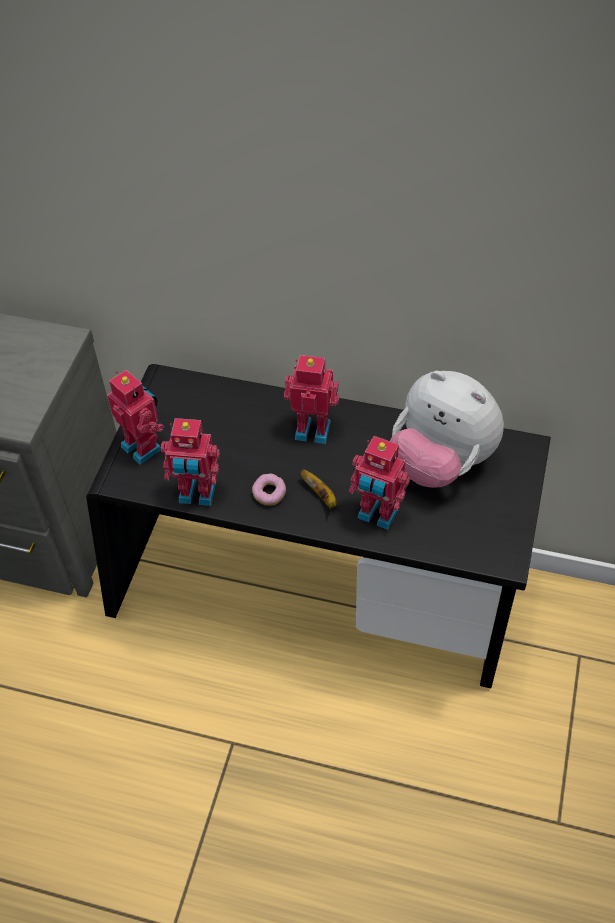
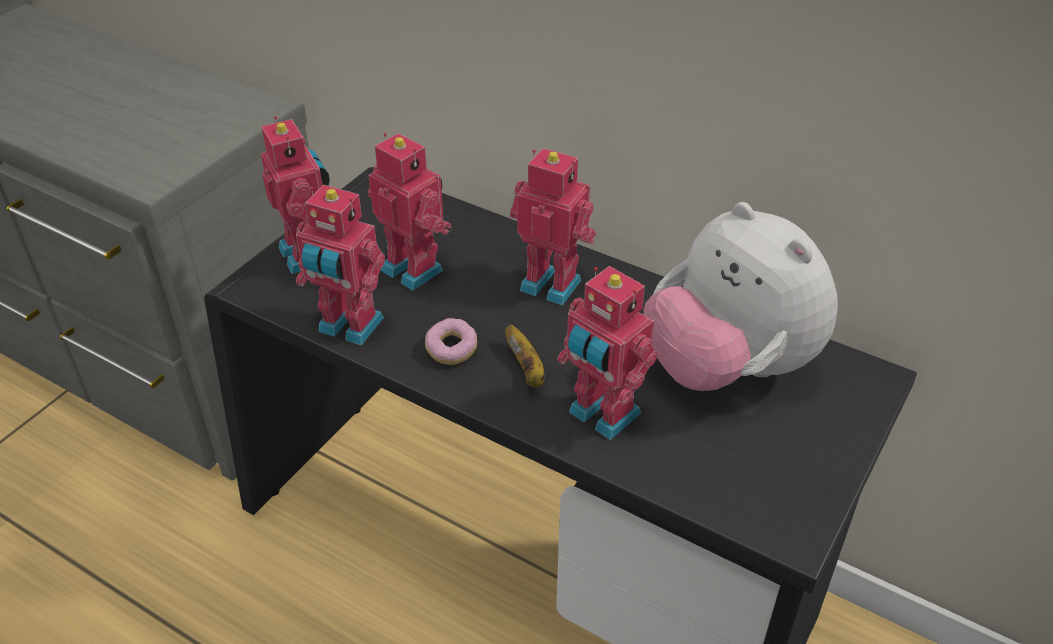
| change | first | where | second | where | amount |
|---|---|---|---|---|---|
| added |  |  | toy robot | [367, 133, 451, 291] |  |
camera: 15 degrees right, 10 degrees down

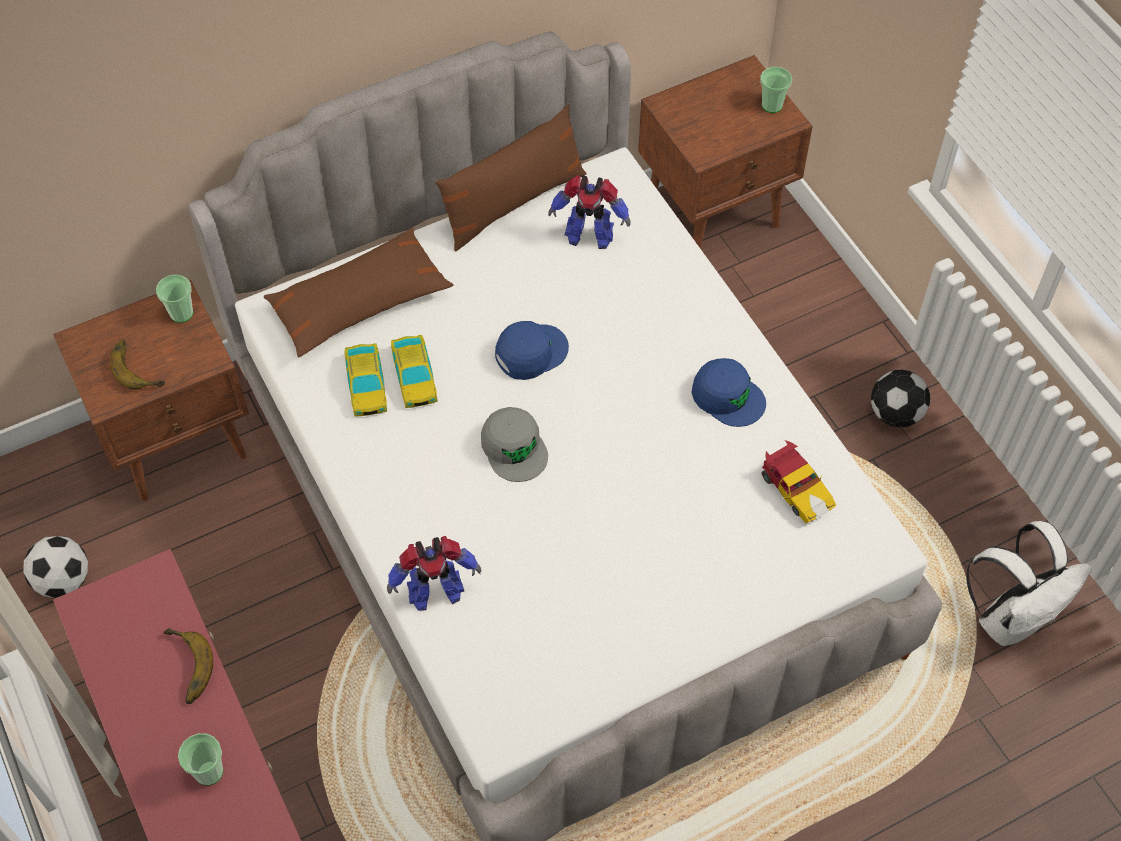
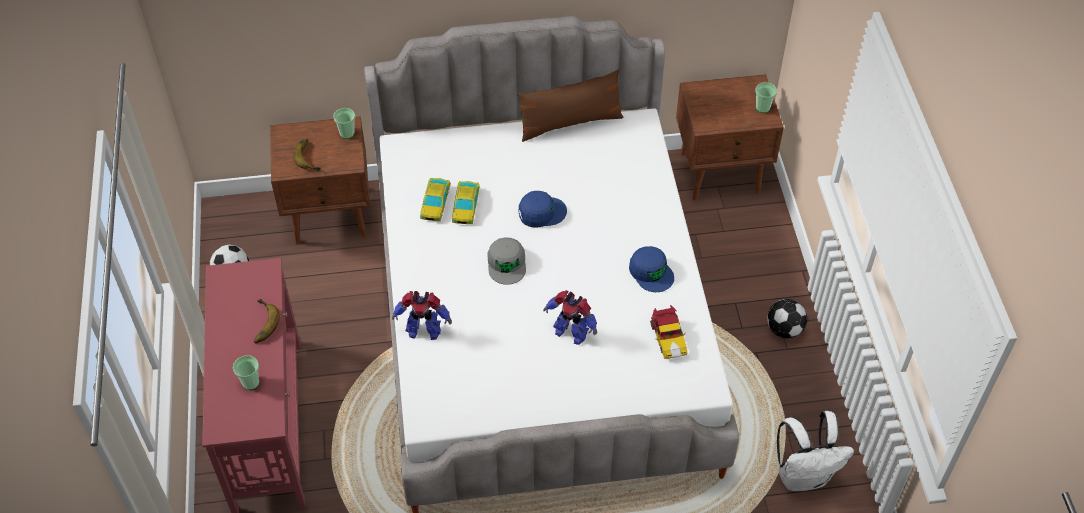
| change | first | where | second | where | amount |
|---|---|---|---|---|---|
| removed | brown pillow | [264, 228, 454, 358] |  |  |  |
| moved | toy robot | [548, 175, 631, 249] |  | [543, 290, 597, 345] |  |
camera: 20 degrees right, 5 degrees down

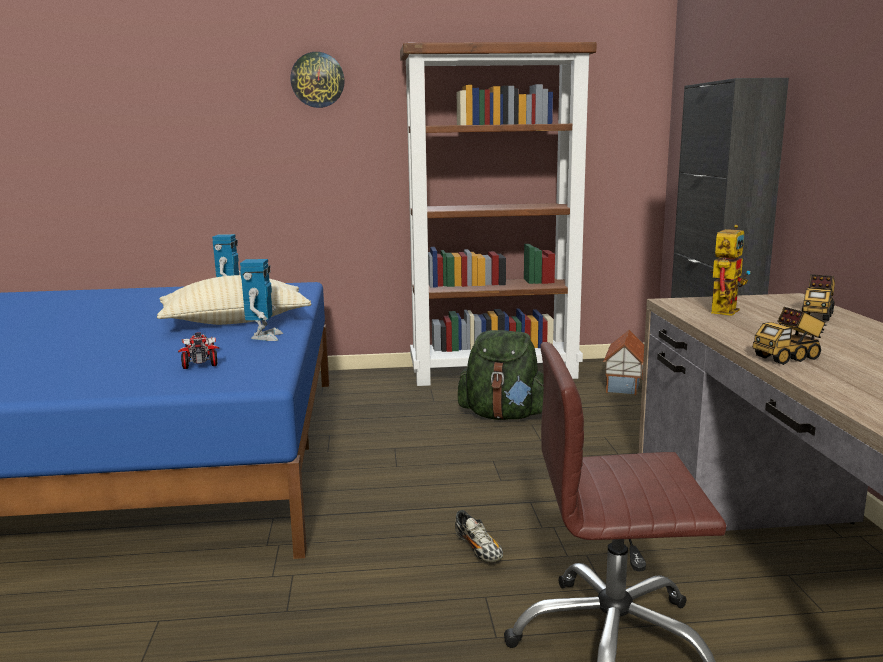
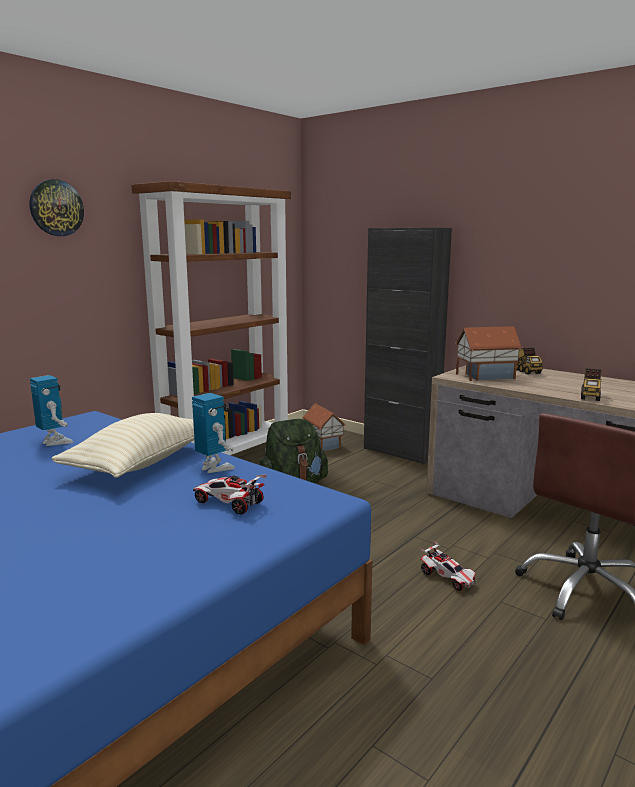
| change | first | where | second | where | amount |
|---|---|---|---|---|---|
| replaced | shoe | [455, 510, 503, 562] | toy car | [420, 541, 477, 591] |  |
| replaced | toy robot | [711, 225, 751, 316] | toy house | [455, 326, 522, 381] |  |
camera: 45 degrees left, 0 degrees up

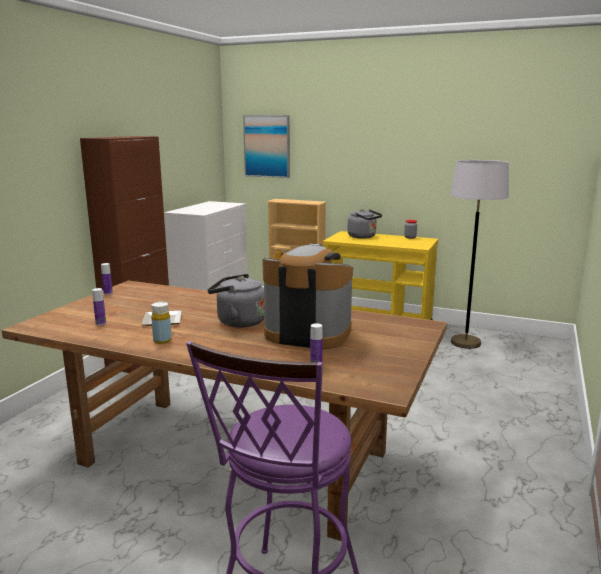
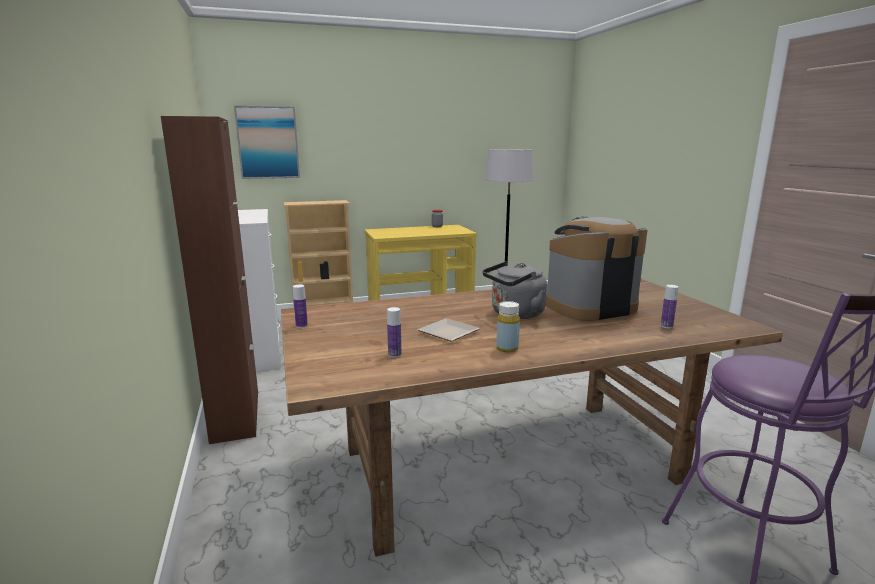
| change | first | where | second | where | amount |
|---|---|---|---|---|---|
| removed | grey kettle | [348, 209, 382, 239] |  |  |  |
camera: 40 degrees left, 0 degrees up

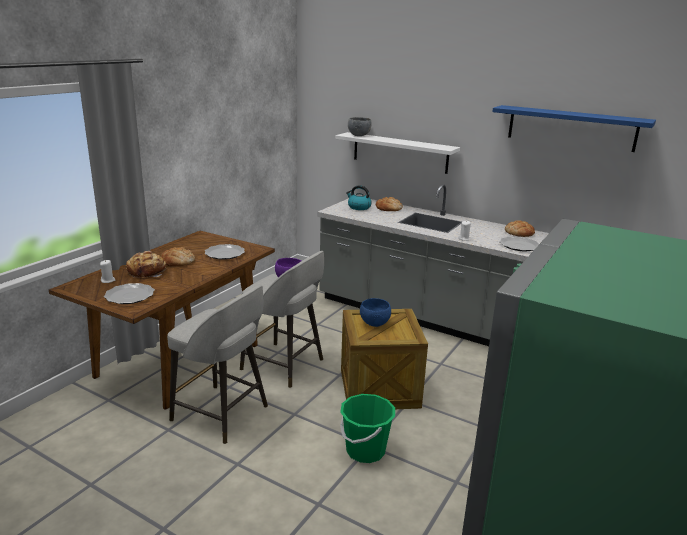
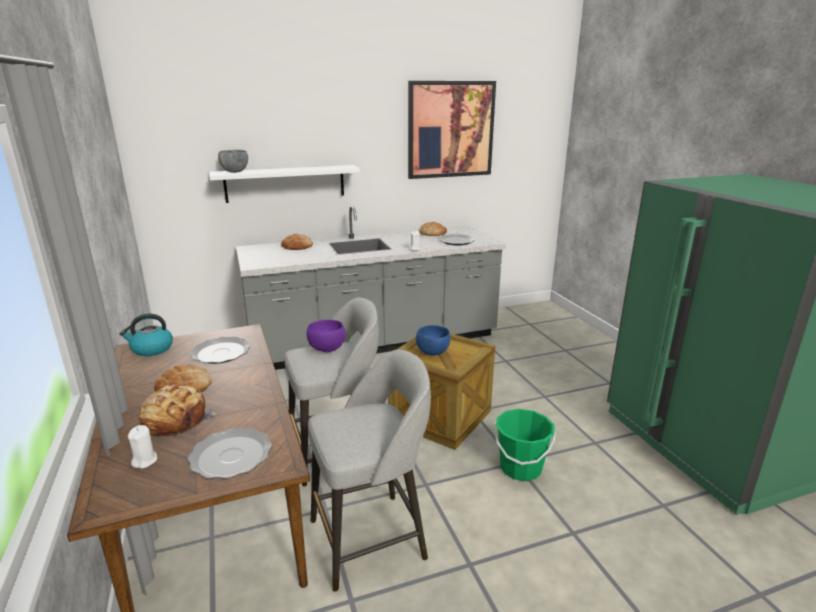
| change | first | where | second | where | amount |
|---|---|---|---|---|---|
| moved | kettle | [346, 185, 372, 210] |  | [119, 314, 173, 356] |  |
| replaced | blue shelf | [492, 105, 656, 152] | picture | [408, 81, 496, 179] |  |
camera: 50 degrees left, 0 degrees up

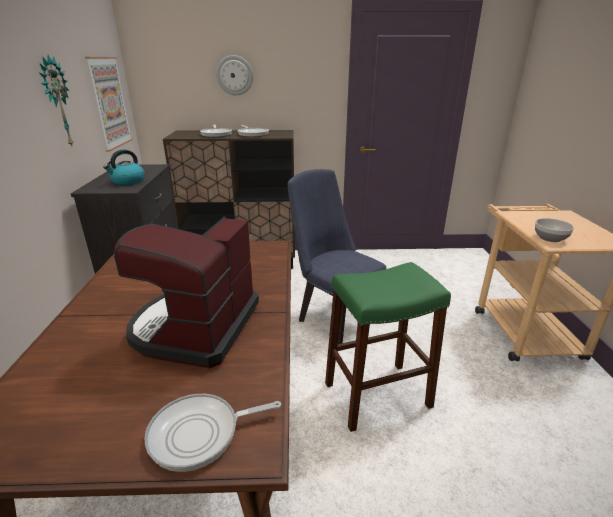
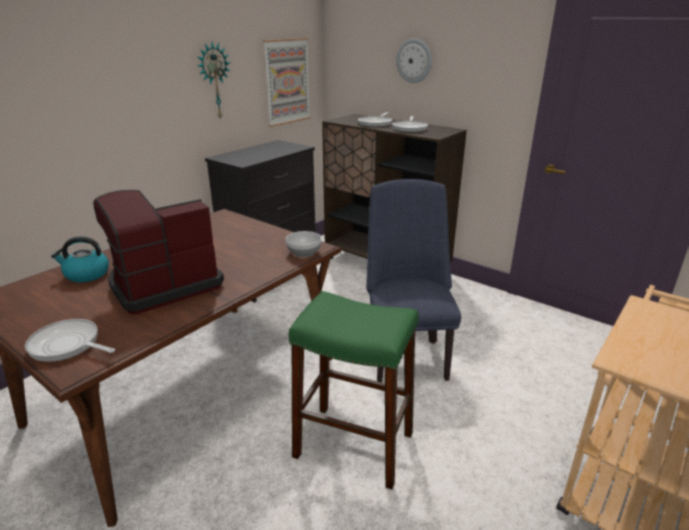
| change | first | where | second | where | amount |
|---|---|---|---|---|---|
| moved | kettle | [103, 150, 145, 185] |  | [51, 236, 109, 283] |  |
| moved | bowl | [535, 218, 574, 242] |  | [286, 231, 321, 257] |  |
camera: 40 degrees right, 0 degrees up

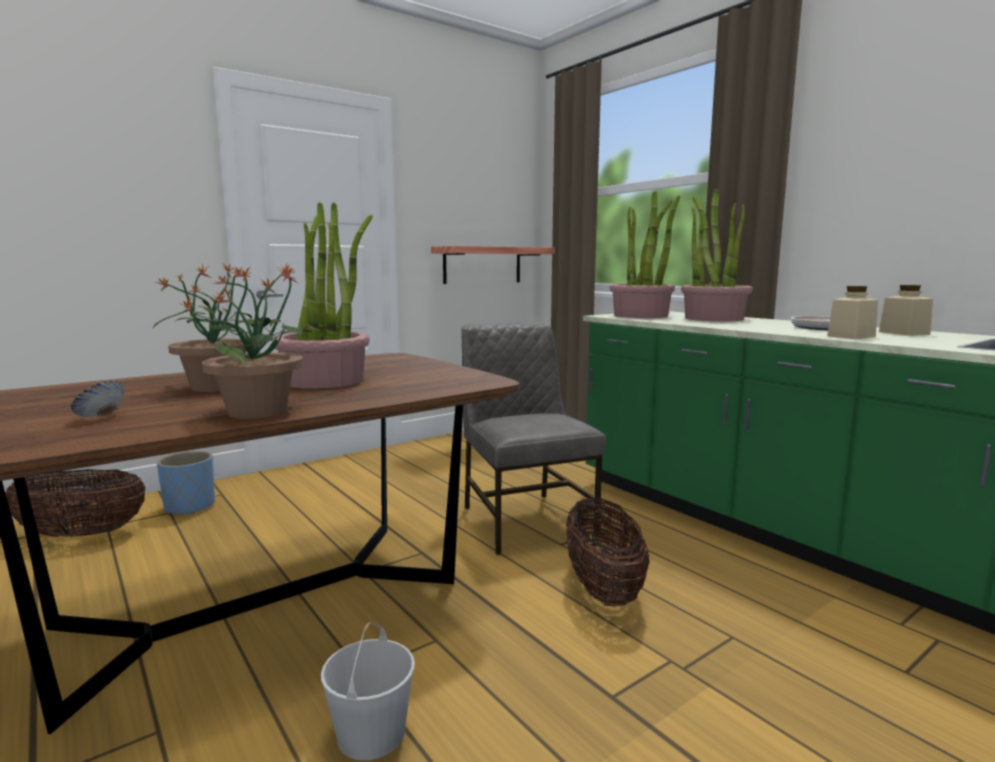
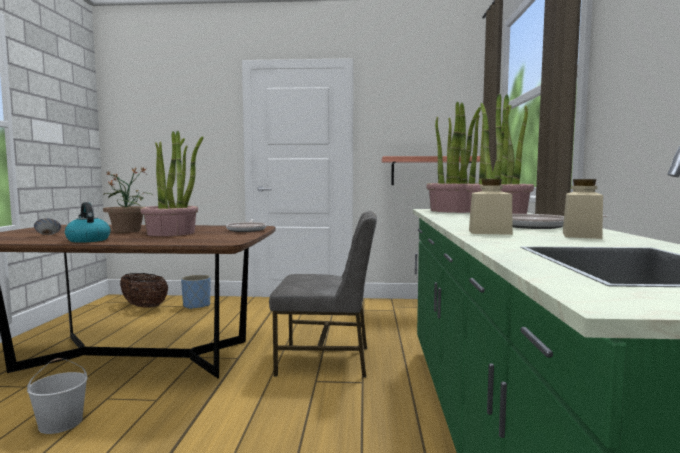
| change | first | where | second | where | amount |
|---|---|---|---|---|---|
| replaced | potted plant | [177, 263, 314, 419] | kettle | [65, 202, 111, 243] |  |
| turned | grey chair | [462, 323, 606, 555] |  | [269, 211, 377, 377] | 75 degrees clockwise |
| removed | basket | [566, 498, 650, 606] |  |  |  |
| added |  |  | frying pan | [226, 219, 267, 232] |  |
camera: 40 degrees right, 5 degrees down

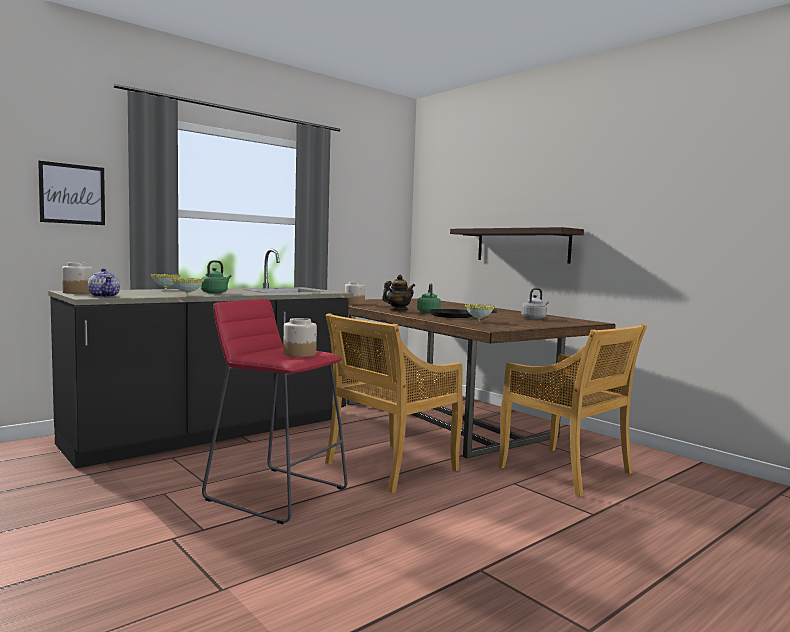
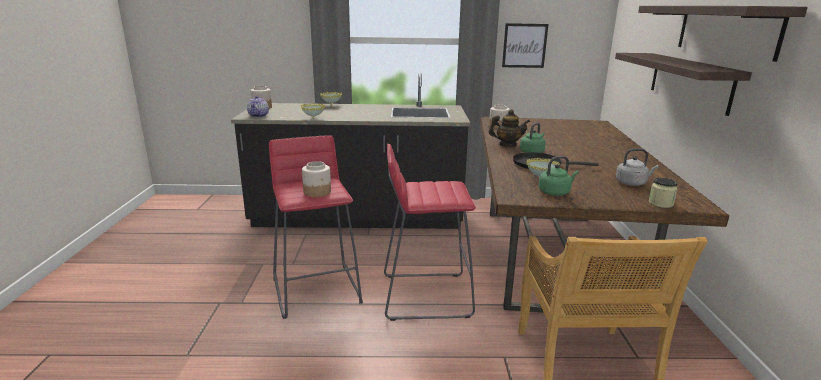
| change | first | where | second | where | amount |
|---|---|---|---|---|---|
| moved | picture | [38, 161, 105, 225] |  | [502, 23, 549, 68] |  |
| moved | green kettle | [201, 260, 231, 294] |  | [538, 156, 579, 196] |  |
| replaced | beige chair | [325, 313, 463, 493] | red stool | [384, 144, 476, 321] |  |
| added |  |  | shelf | [638, 6, 808, 62] |  |
| added |  |  | jar | [649, 178, 678, 208] |  |
camera: 40 degrees right, 15 degrees up

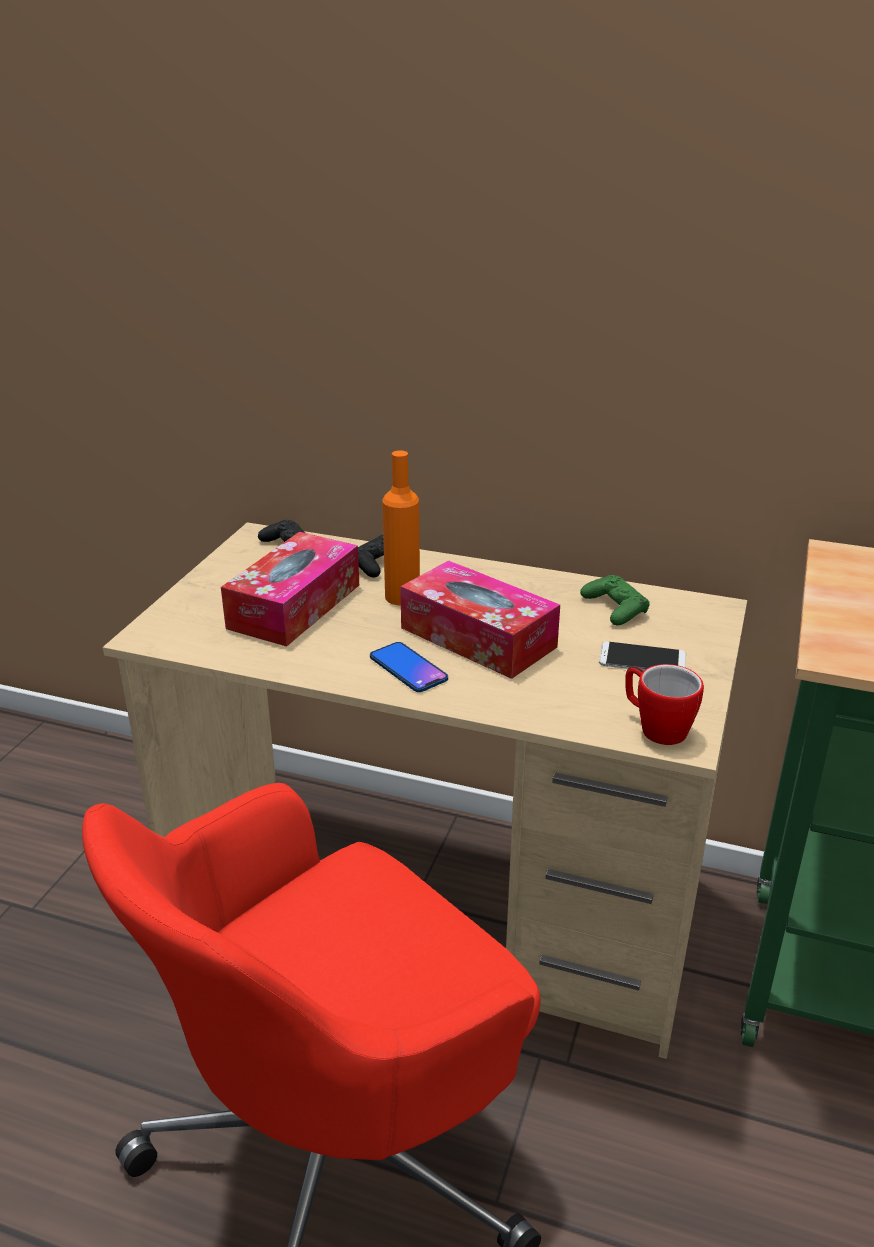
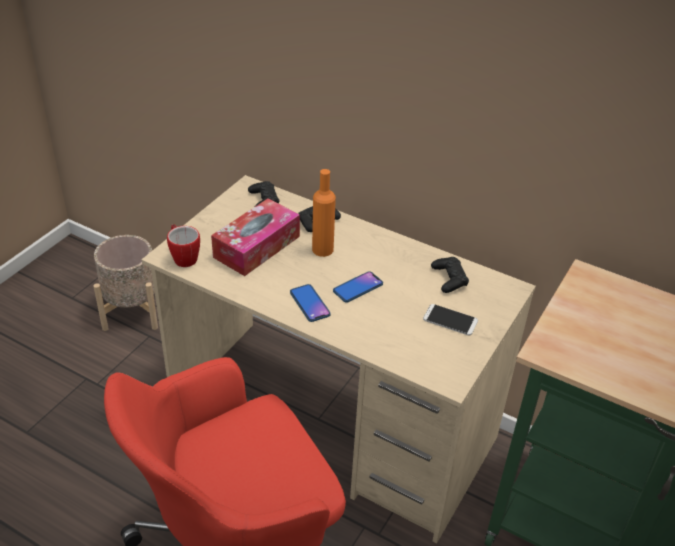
| change | first | where | second | where | amount |
|---|---|---|---|---|---|
| replaced | tissue box | [400, 560, 560, 679] | phone | [333, 271, 383, 303] |  |
| recoloured | green game controller | [580, 575, 650, 626] | black game controller | [431, 257, 469, 293] |  |
| moved | mug | [625, 664, 704, 745] |  | [167, 224, 200, 267] |  |
| added |  |  | beige planter | [93, 235, 158, 331] |  |
camera: 10 degrees right, 10 degrees up

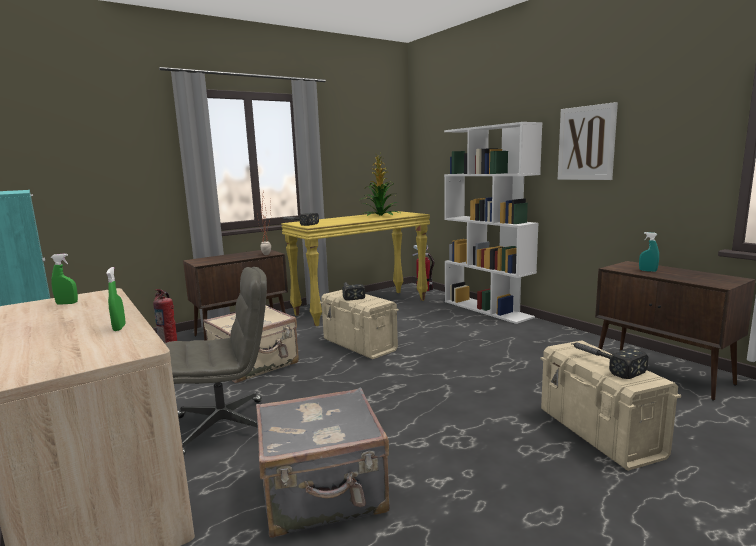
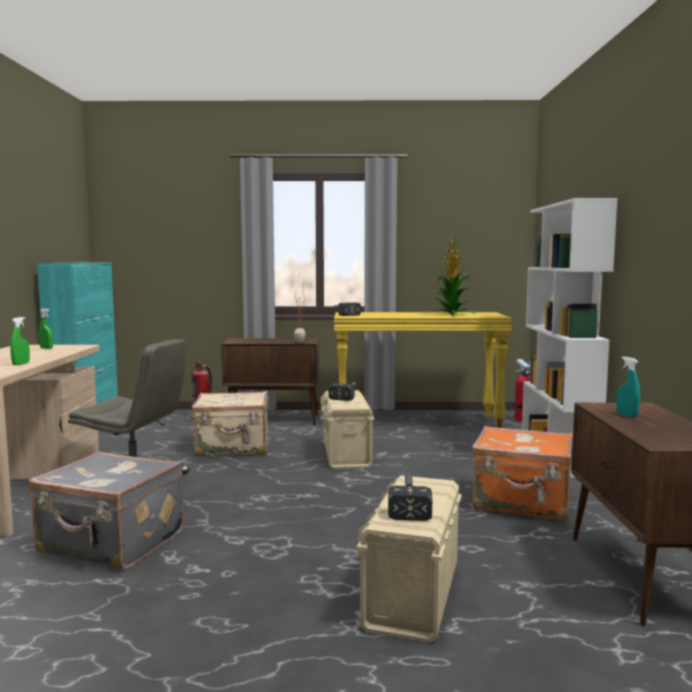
| change | first | where | second | where | amount |
|---|---|---|---|---|---|
| removed | picture | [558, 102, 618, 180] |  |  |  |
| added |  |  | orange suitcase | [471, 426, 573, 521] |  |
camera: 35 degrees right, 5 degrees down

